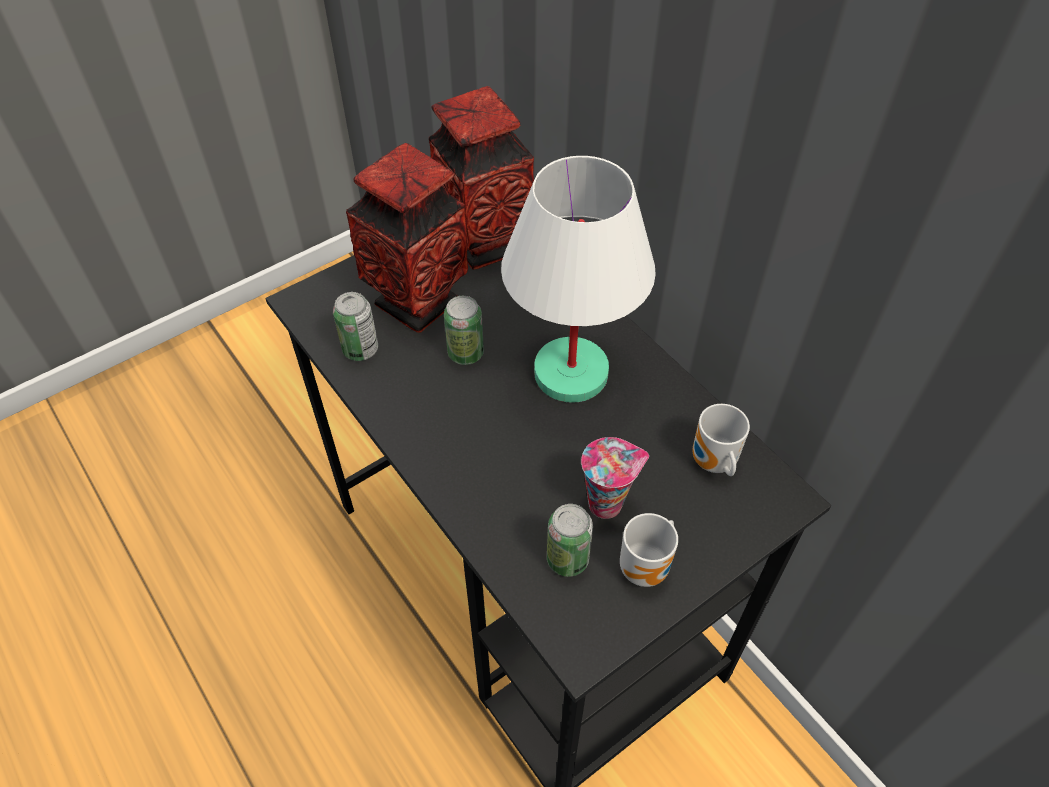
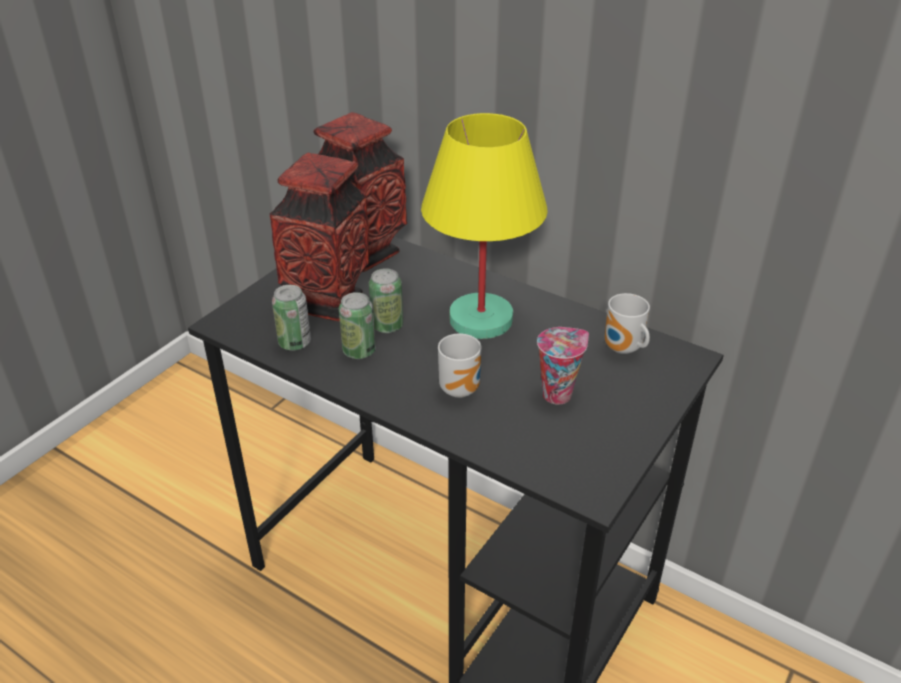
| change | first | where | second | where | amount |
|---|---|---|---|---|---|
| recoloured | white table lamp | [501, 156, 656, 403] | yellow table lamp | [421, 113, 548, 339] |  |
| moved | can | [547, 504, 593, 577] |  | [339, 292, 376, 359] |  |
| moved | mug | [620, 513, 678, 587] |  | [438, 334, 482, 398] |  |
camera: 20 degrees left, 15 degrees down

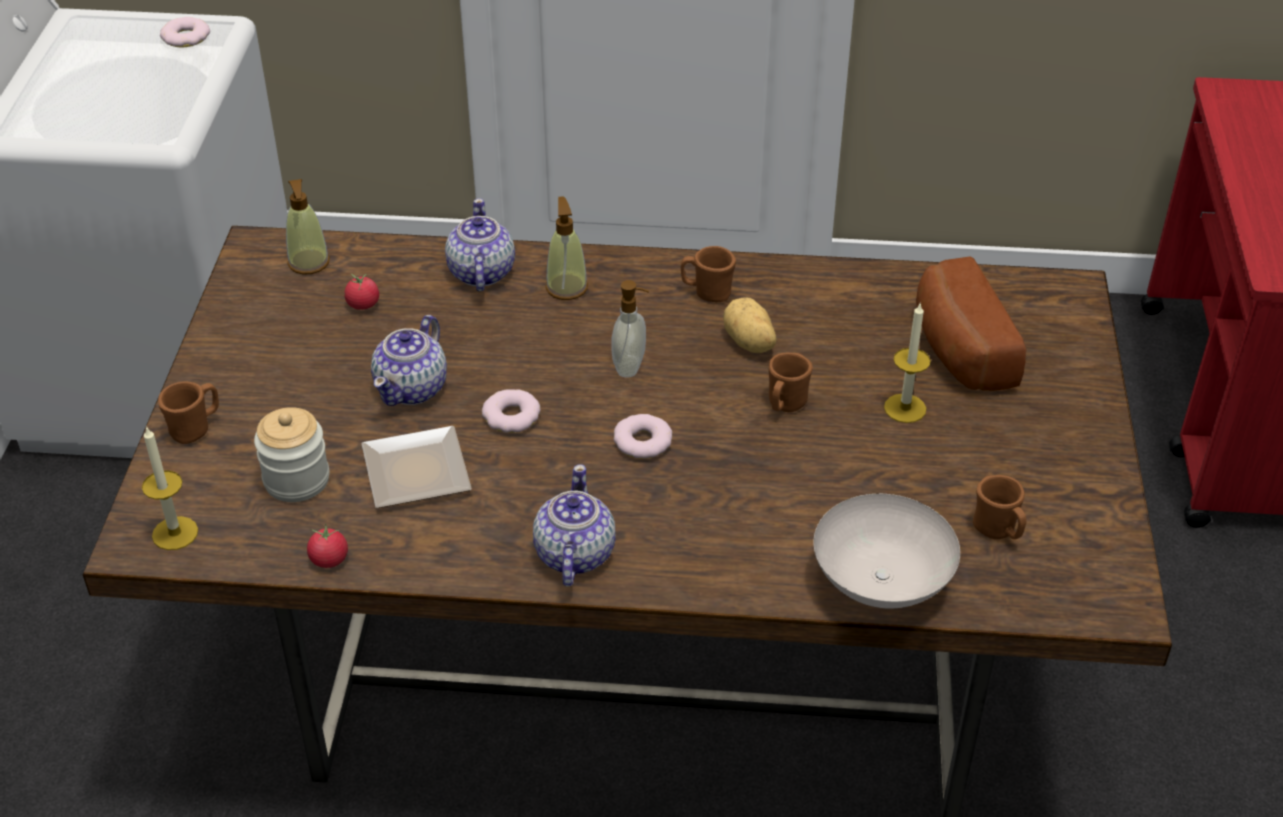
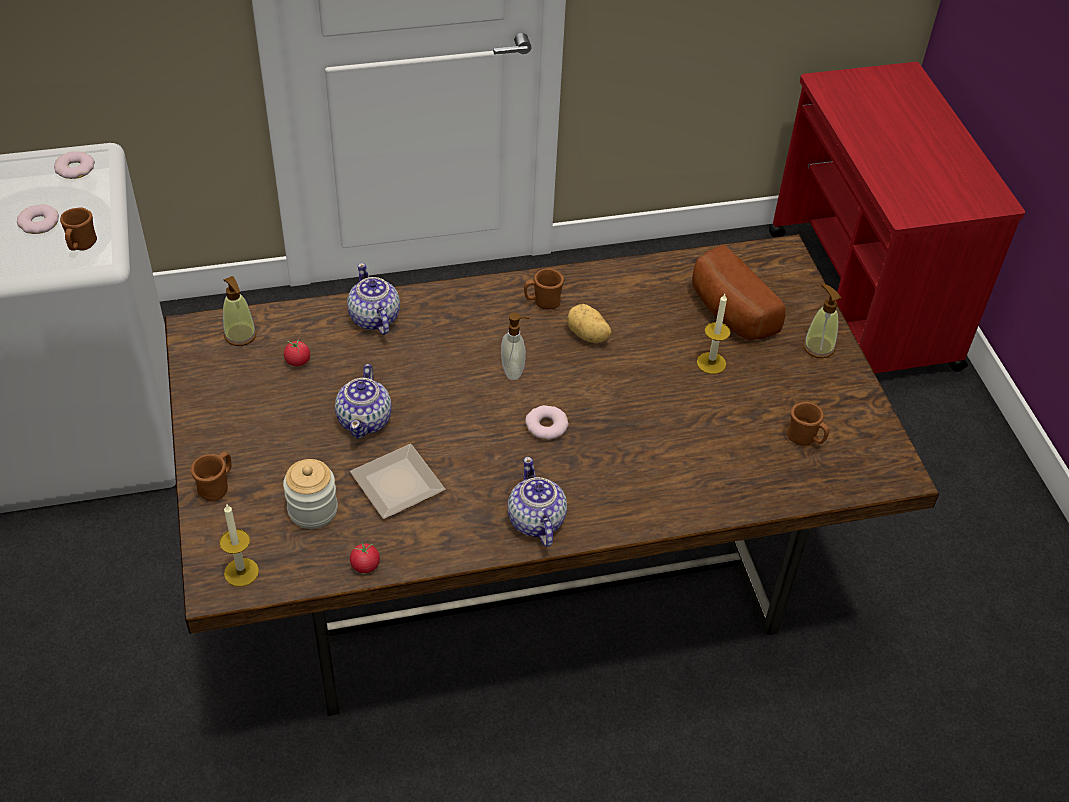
| change | first | where | second | where | amount |
|---|---|---|---|---|---|
| moved | donut | [482, 389, 540, 433] |  | [17, 204, 59, 234] |  |
| moved | soap dispenser | [546, 196, 588, 300] |  | [803, 284, 841, 358] |  |
| moved | brown mug | [769, 353, 813, 412] |  | [60, 207, 97, 251] |  |
| removed | white bowl | [813, 494, 960, 608] |  |  |  |
camera: 20 degrees left, 5 degrees up

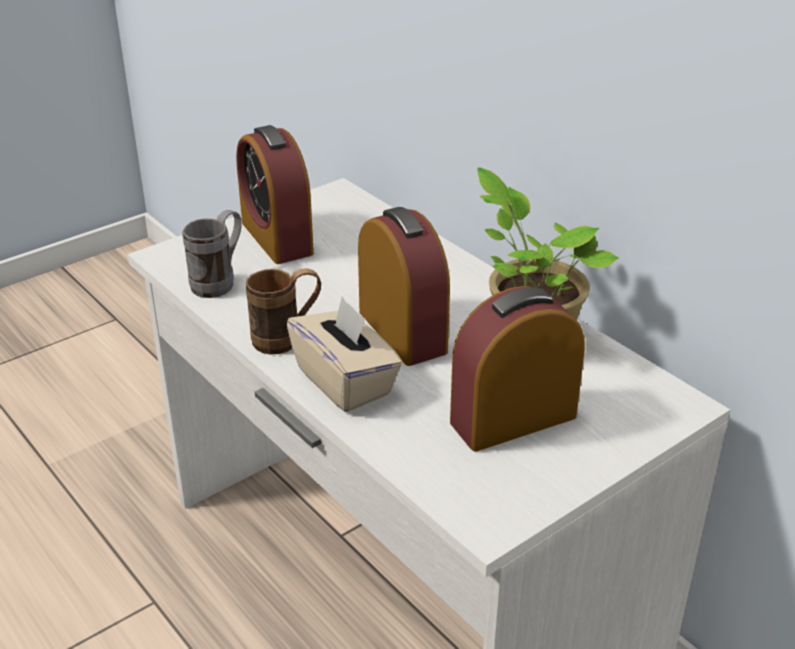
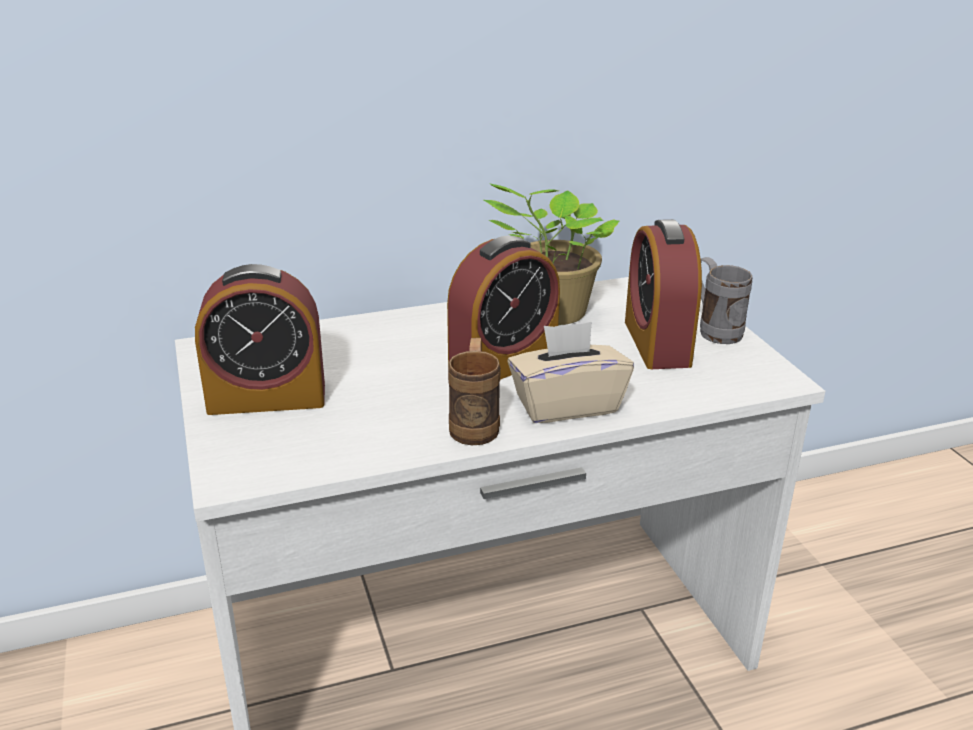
| change | first | where | second | where | amount |
|---|---|---|---|---|---|
| moved | grey mug | [182, 210, 242, 298] |  | [700, 257, 753, 344] |  |
| turned | alarm clock | [358, 207, 450, 366] |  | [447, 236, 560, 380] | 150 degrees clockwise |
camera: 70 degrees left, 5 degrees down

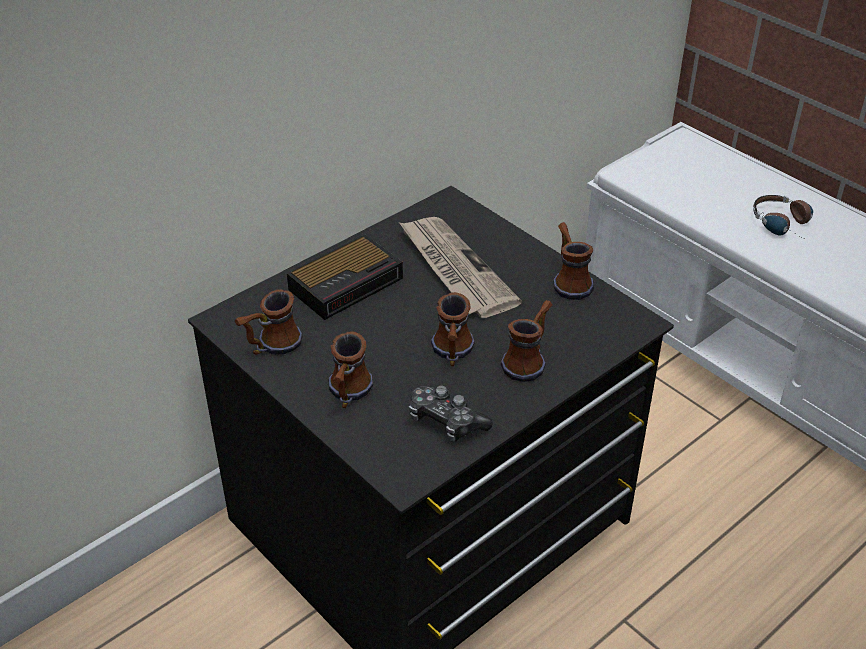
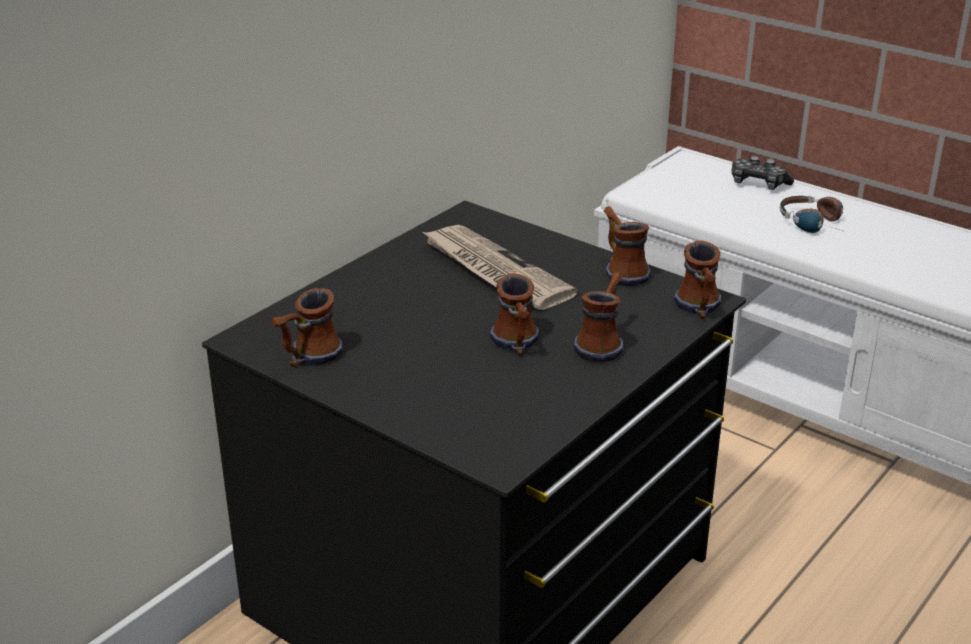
| change | first | where | second | where | amount |
|---|---|---|---|---|---|
| removed | alarm clock | [287, 235, 403, 320] |  |  |  |
| moved | mug | [328, 331, 373, 408] |  | [674, 240, 721, 319] |  |
| moved | game controller | [409, 385, 493, 442] |  | [732, 156, 794, 190] |  |
camera: 10 degrees left, 10 degrees down

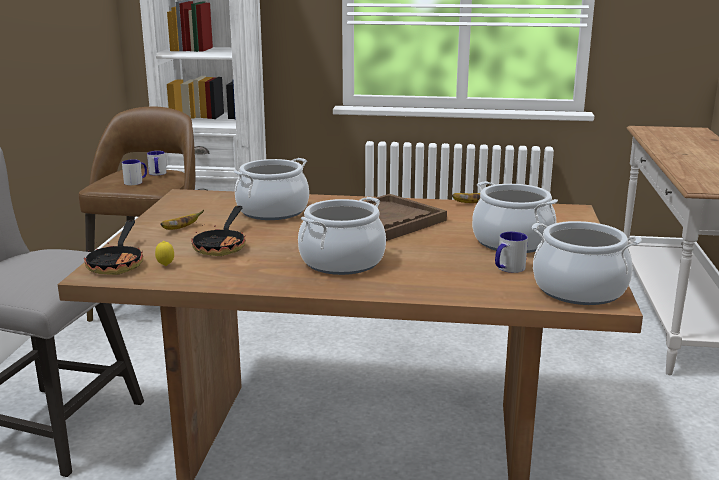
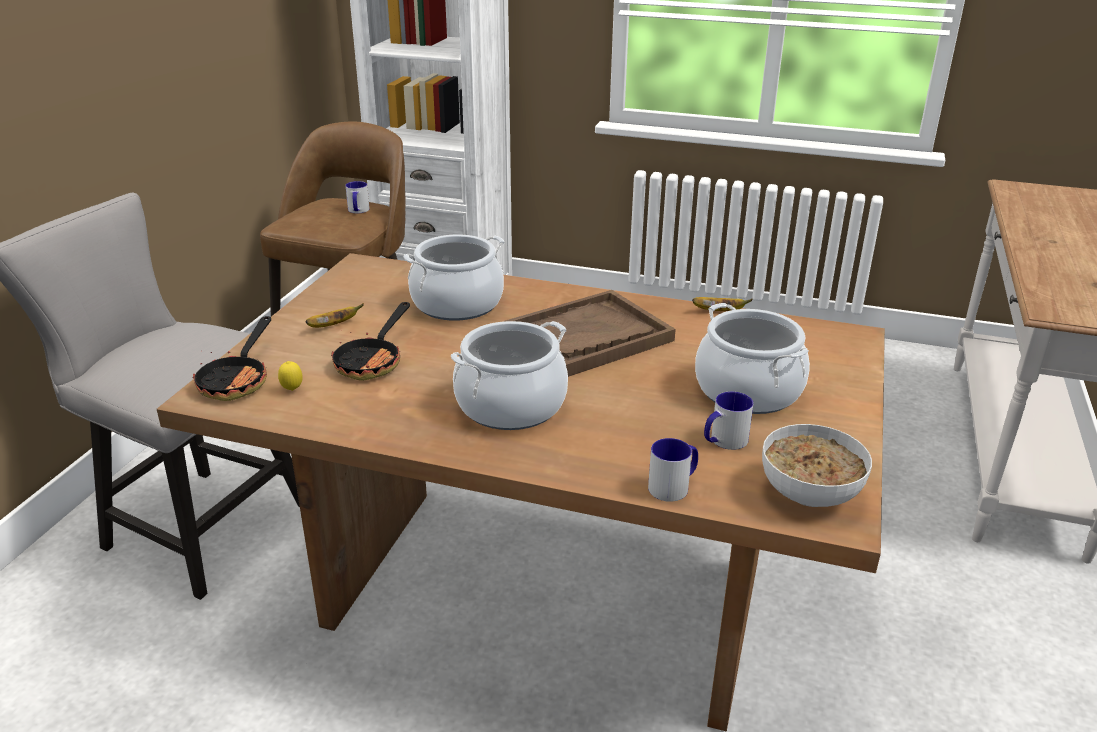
| change | first | where | second | where | amount |
|---|---|---|---|---|---|
| moved | mug | [122, 159, 147, 185] |  | [648, 438, 698, 502] |  |
| replaced | cooking pot | [532, 221, 641, 305] | bowl | [762, 424, 872, 507] |  |
camera: 10 degrees right, 10 degrees up

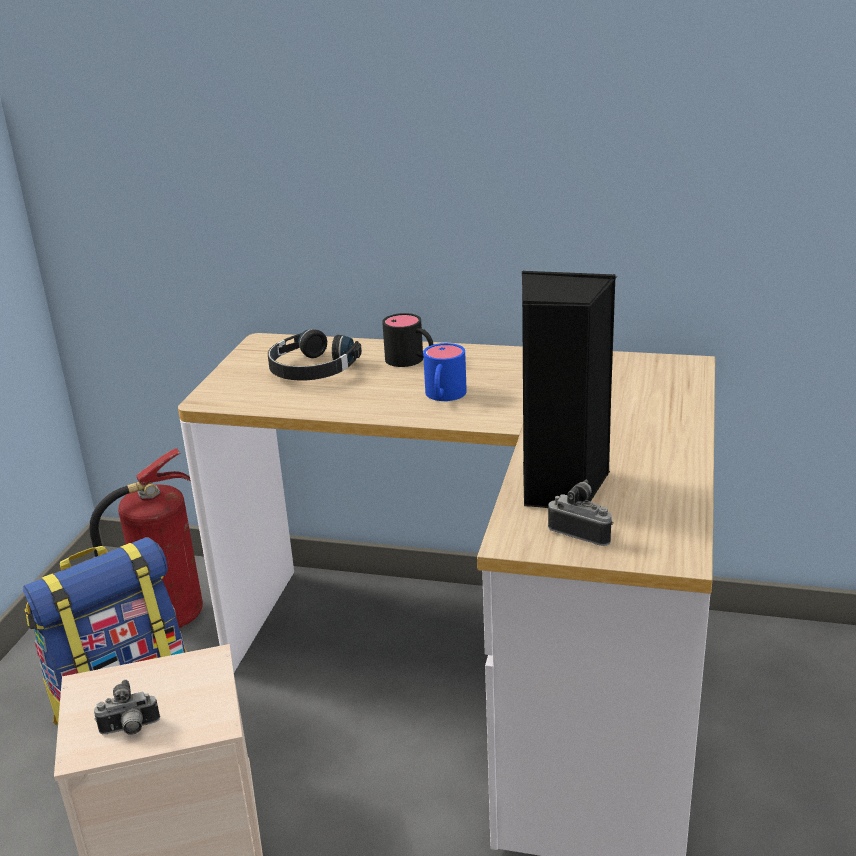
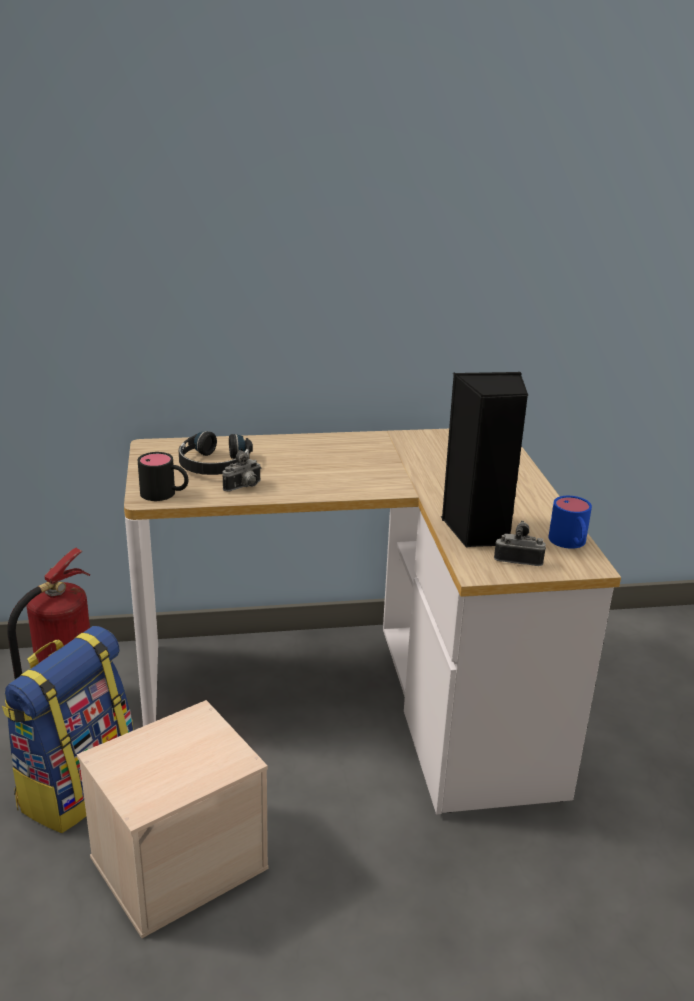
| change | first | where | second | where | amount |
|---|---|---|---|---|---|
| moved | photo camera | [94, 680, 160, 735] |  | [222, 450, 261, 491] |  |
| moved | black mug | [382, 313, 433, 367] |  | [138, 452, 189, 501] |  |
| moved | blue mug | [423, 343, 467, 401] |  | [548, 496, 592, 549] |  |
camera: 25 degrees left, 0 degrees up

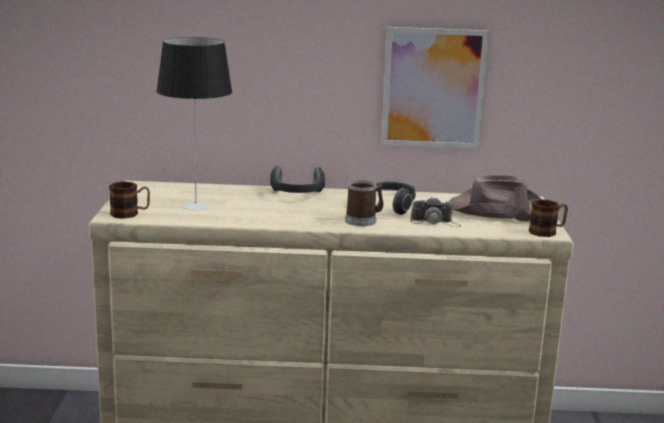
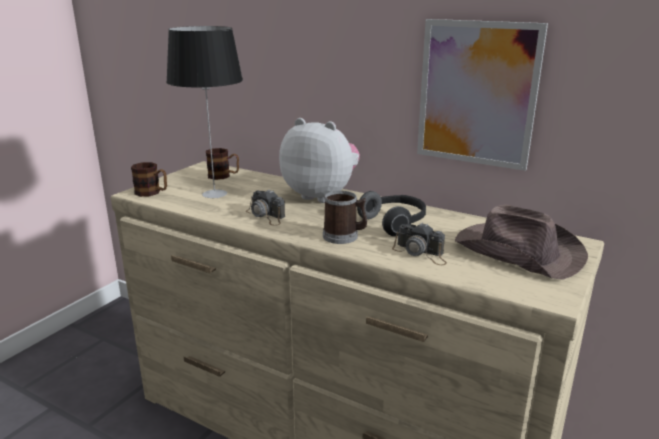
| change | first | where | second | where | amount |
|---|---|---|---|---|---|
| replaced | headphones | [270, 166, 325, 193] | plush toy | [279, 118, 360, 203] |  |
| moved | mug | [529, 199, 568, 237] |  | [206, 148, 239, 180] |  |
| added |  |  | photo camera | [246, 189, 285, 226] |  |
camera: 30 degrees right, 5 degrees up

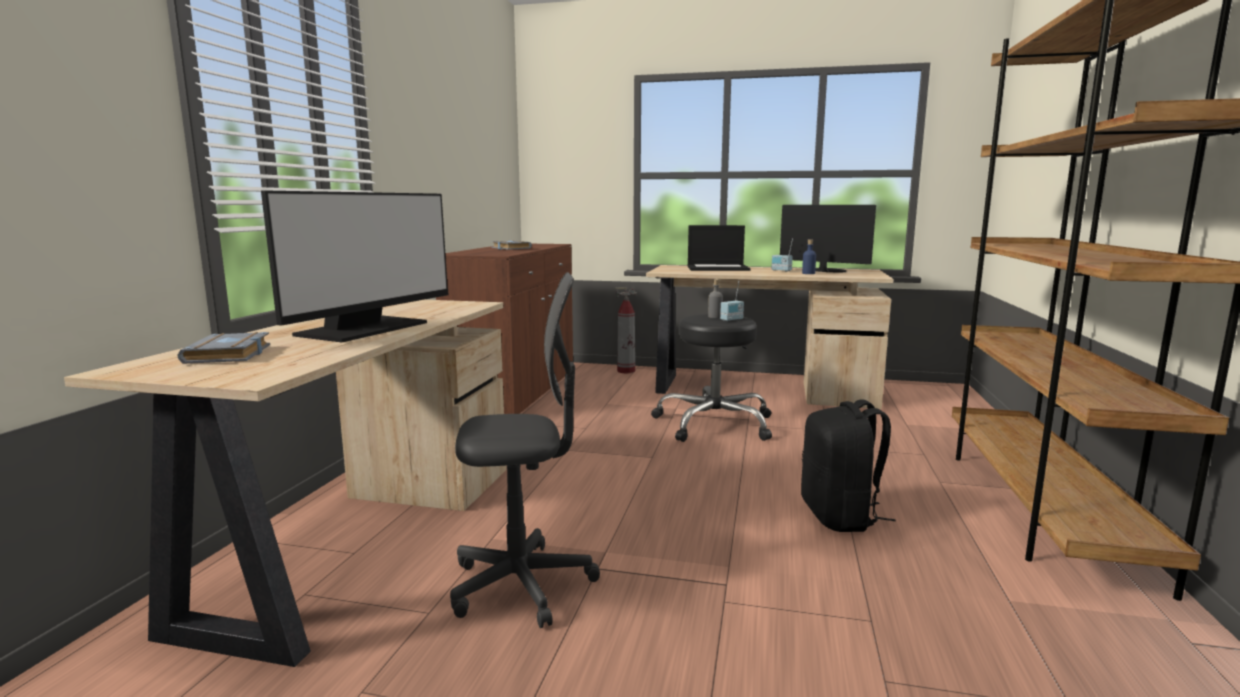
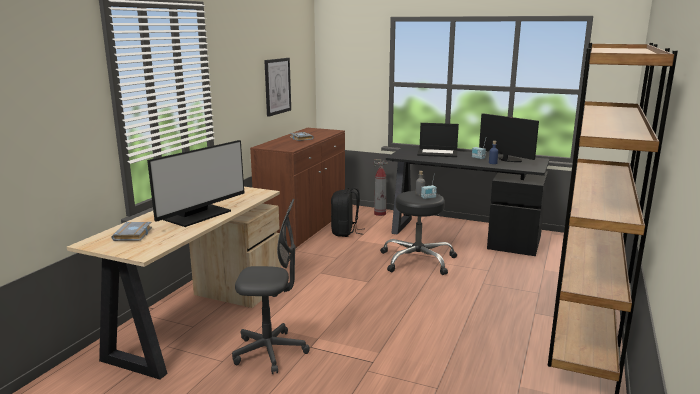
| change | first | where | second | where | amount |
|---|---|---|---|---|---|
| recoloured | beige desk | [646, 265, 894, 409] | black desk | [386, 146, 549, 256] |  |
| moved | black backpack | [801, 399, 896, 532] |  | [331, 187, 363, 237] |  |
| added |  |  | picture | [264, 58, 291, 117] |  |
camera: 10 degrees right, 5 degrees up

